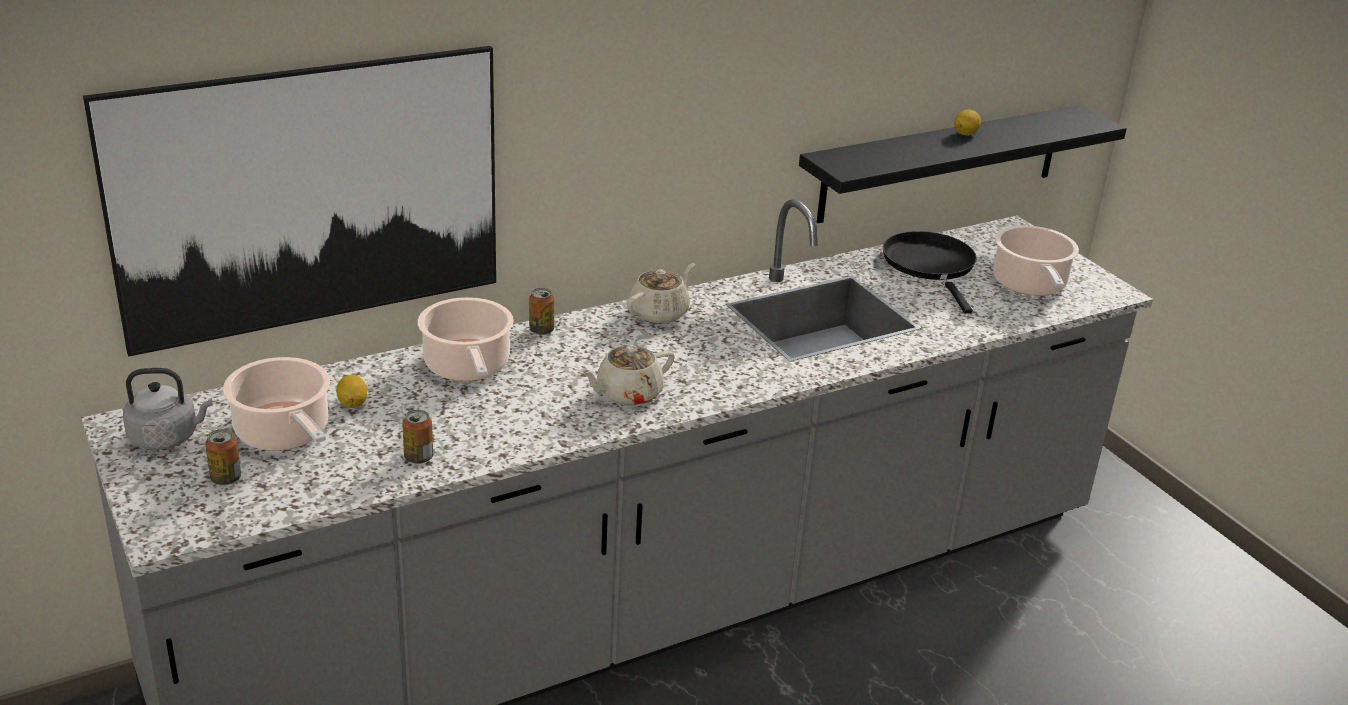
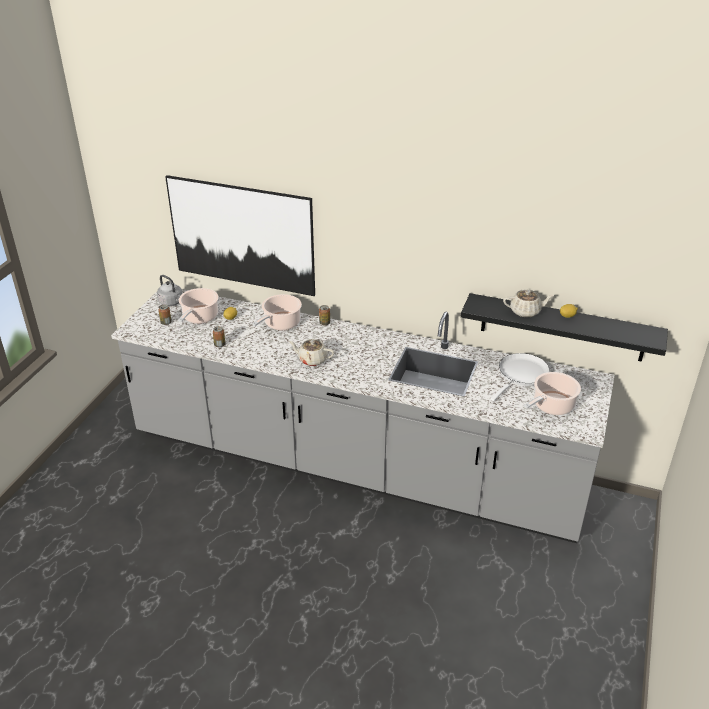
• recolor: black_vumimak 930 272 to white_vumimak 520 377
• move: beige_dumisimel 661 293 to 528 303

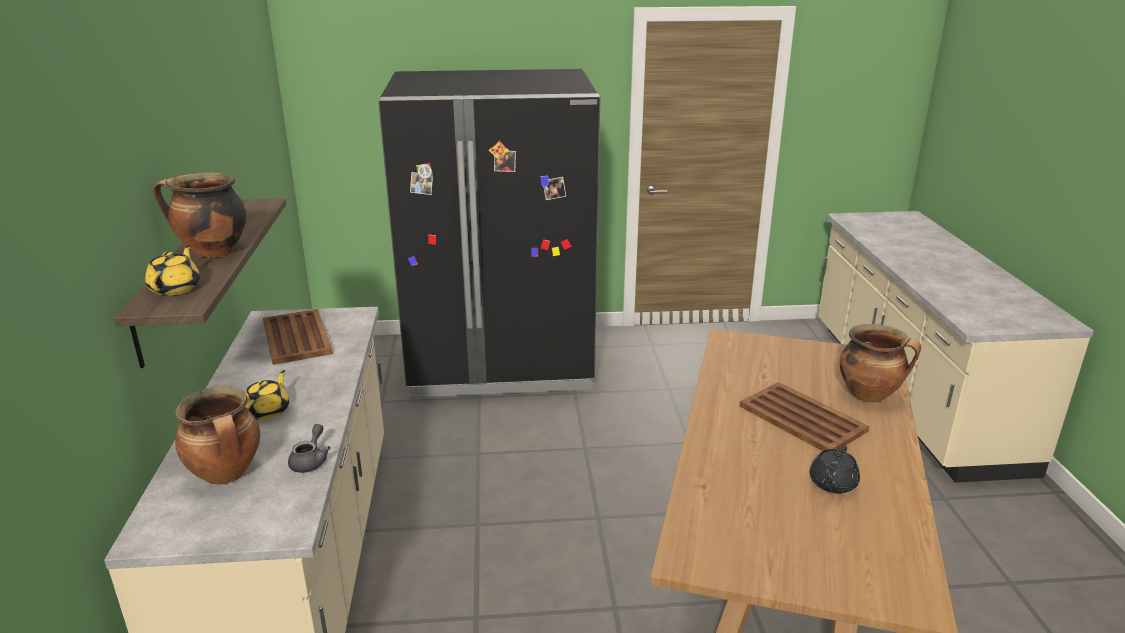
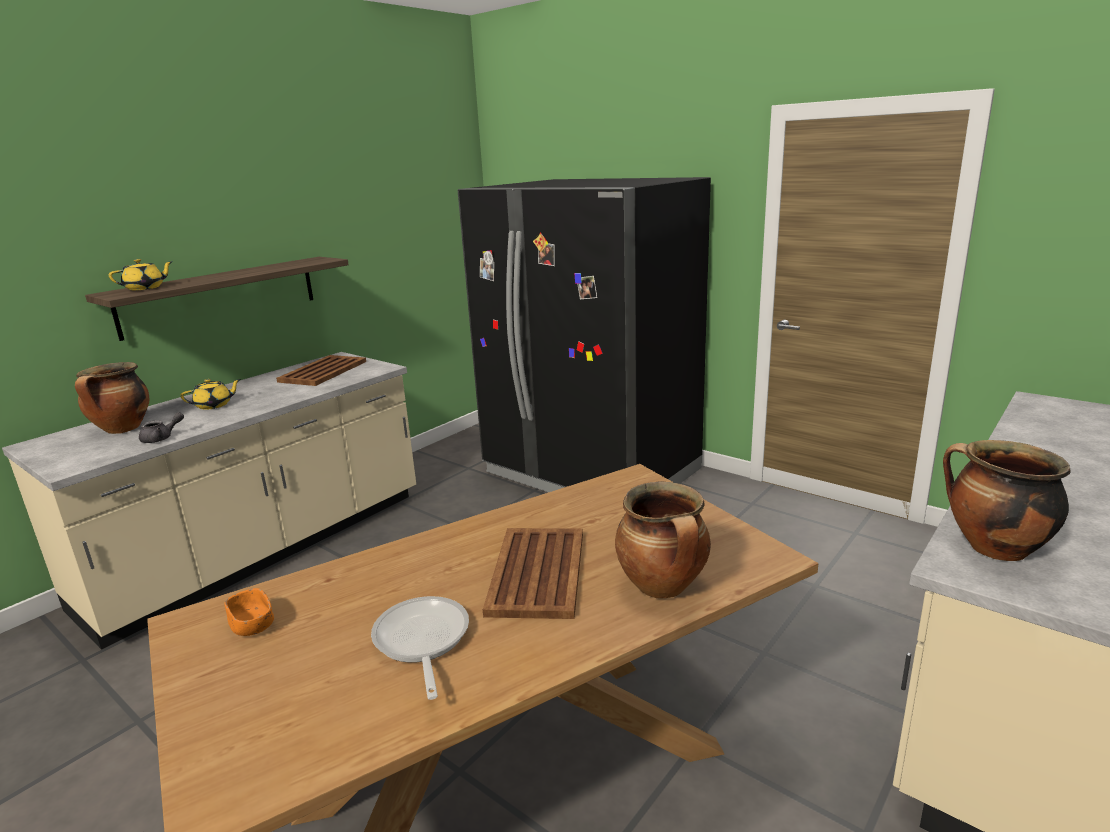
• move: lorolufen 199 215 to 1007 500
• replace: black_dumisimel 835 469 to vumimak 420 648
• insert: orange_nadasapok 249 612

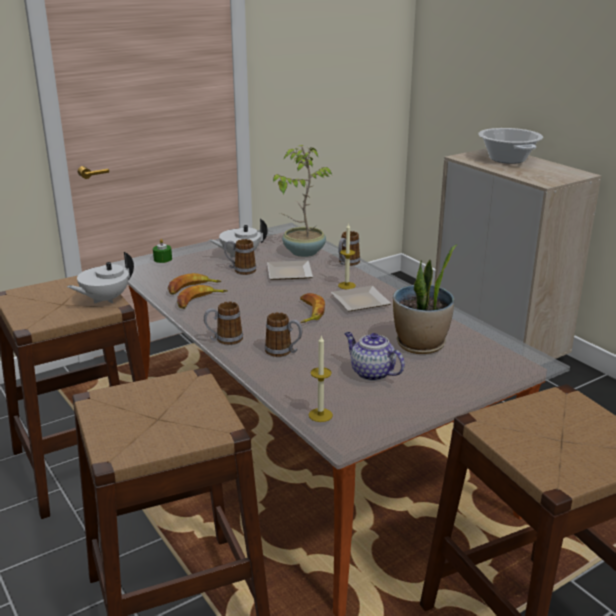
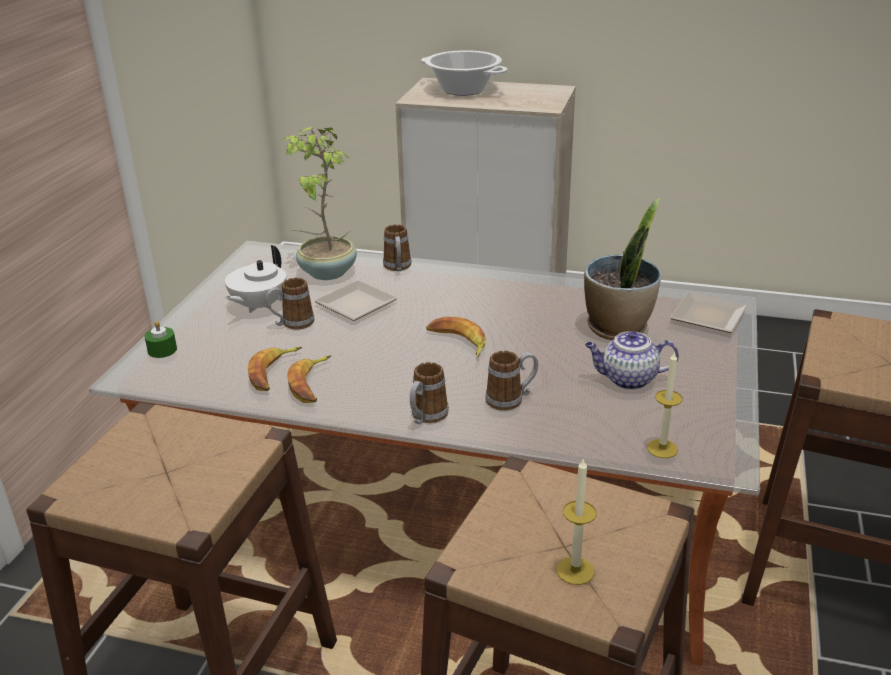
• move: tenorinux 347 256 to 577 521
• delete: white_dumisimel 100 278
• move: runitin 361 298 to 709 312

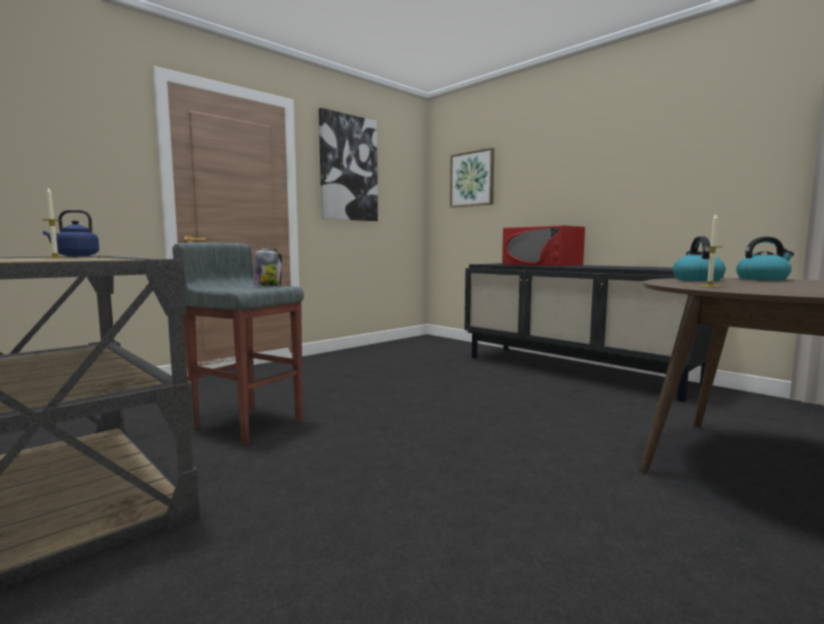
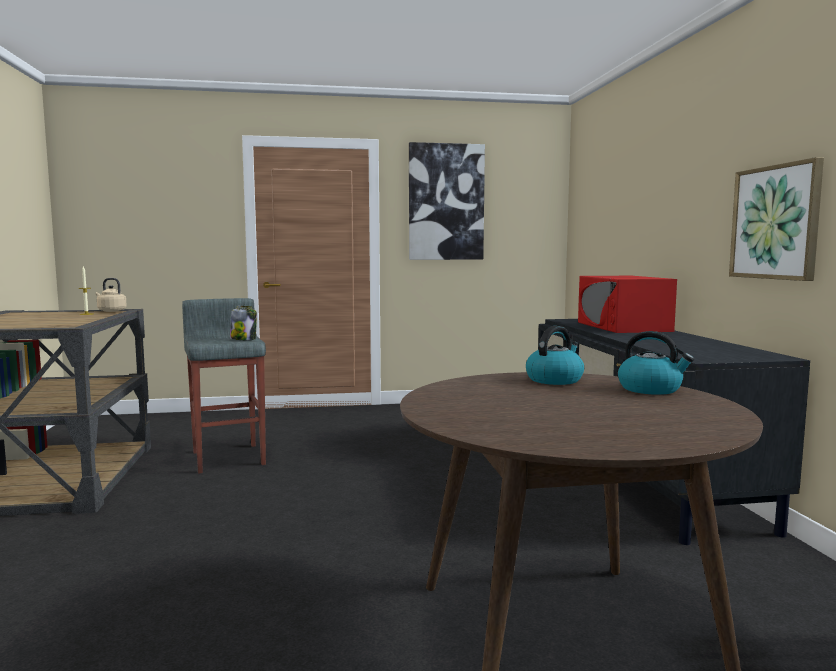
• move: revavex 472 178 to 776 219
• recolor: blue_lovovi 71 233 to beige_lovovi 111 295
• delete: tenorinux 710 250

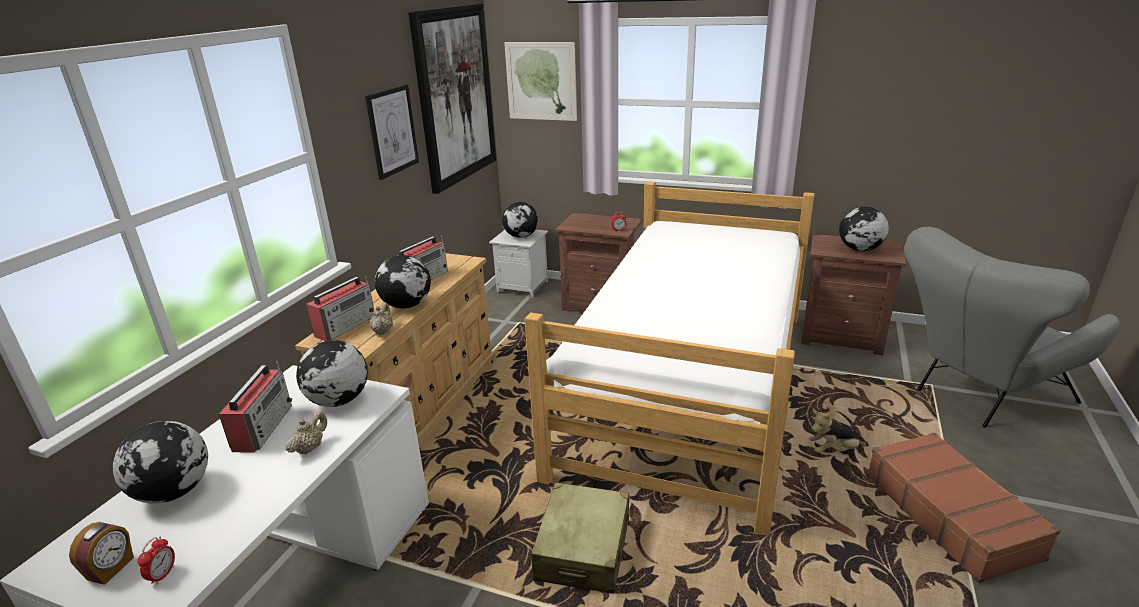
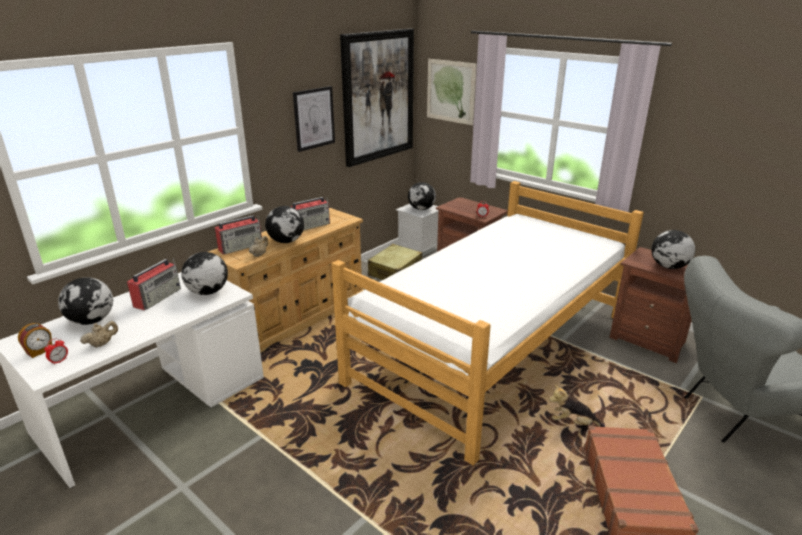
• move: beige_dumisimel 306 433 to 99 334
• move: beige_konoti 580 538 to 395 262

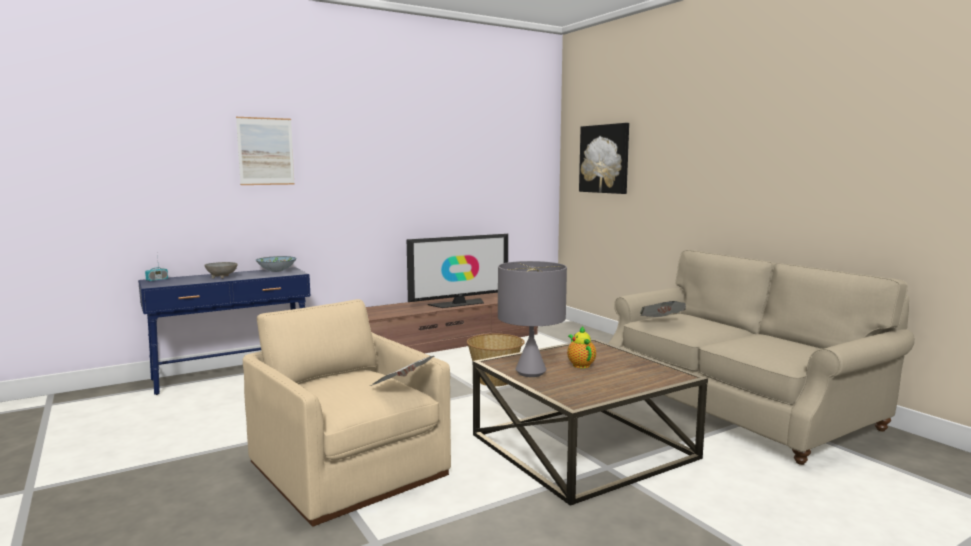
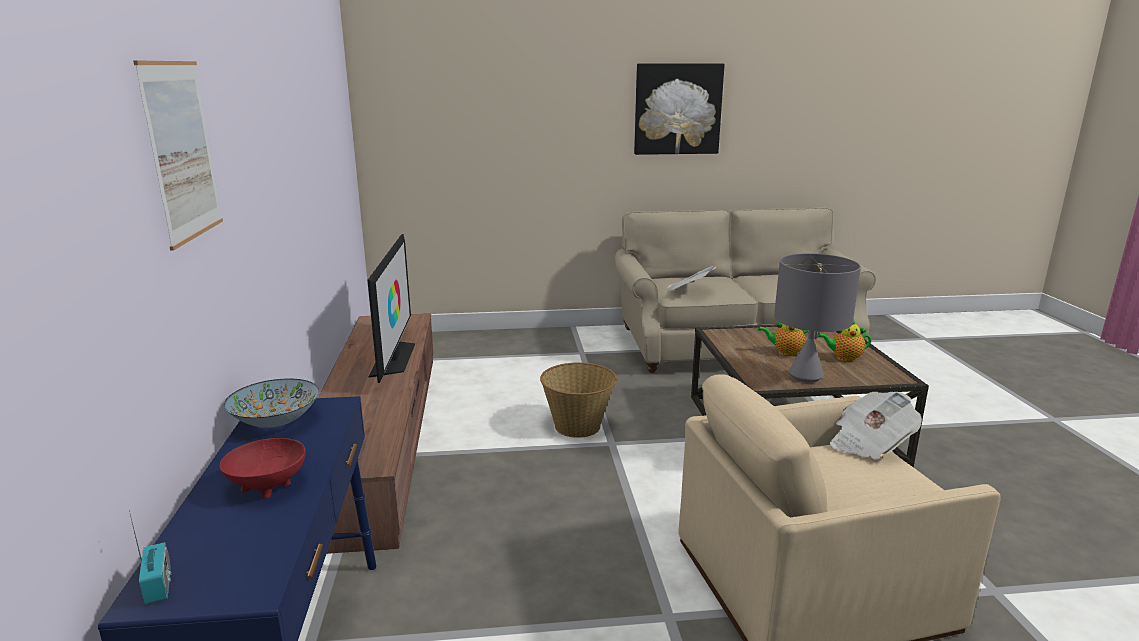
• move: revavex 604 158 to 679 109
• recolor: grey_nadasapok 221 270 to red_nadasapok 262 468
• insert: dumisimel 844 340

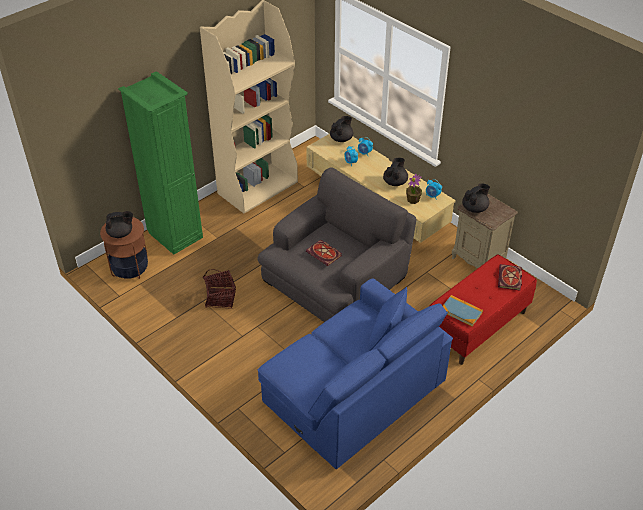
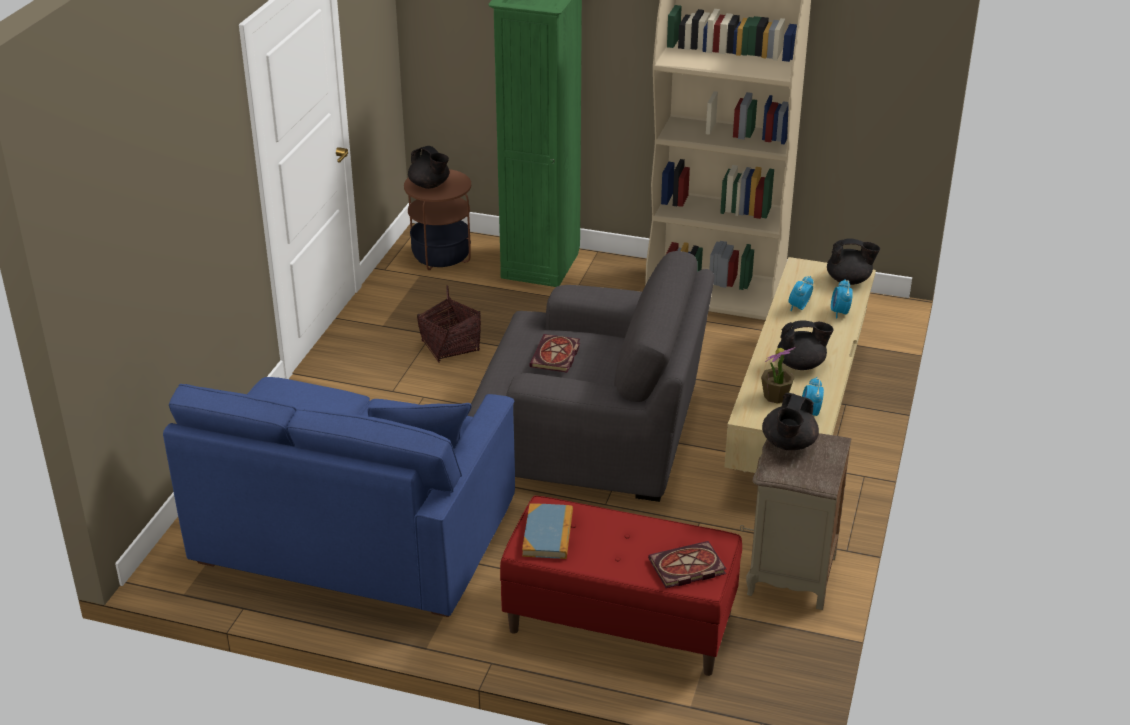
• rotate: black_dumisimel 476 198 = 790 421 90 degrees clockwise

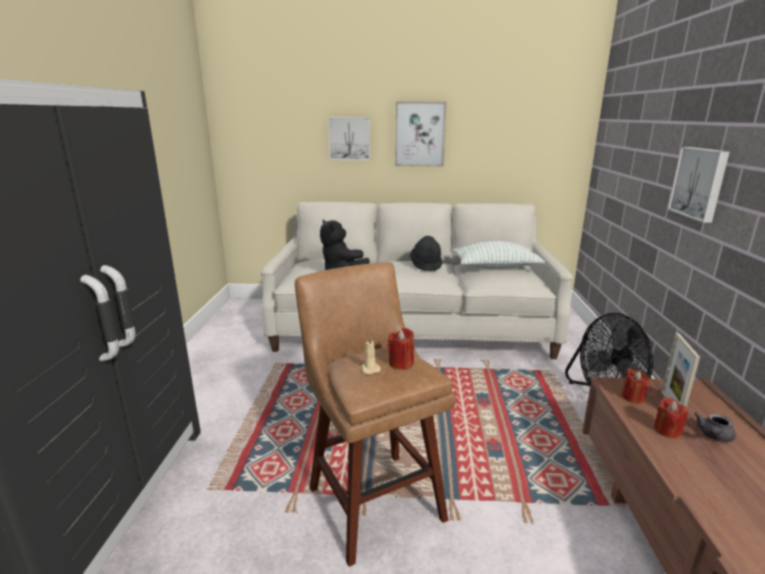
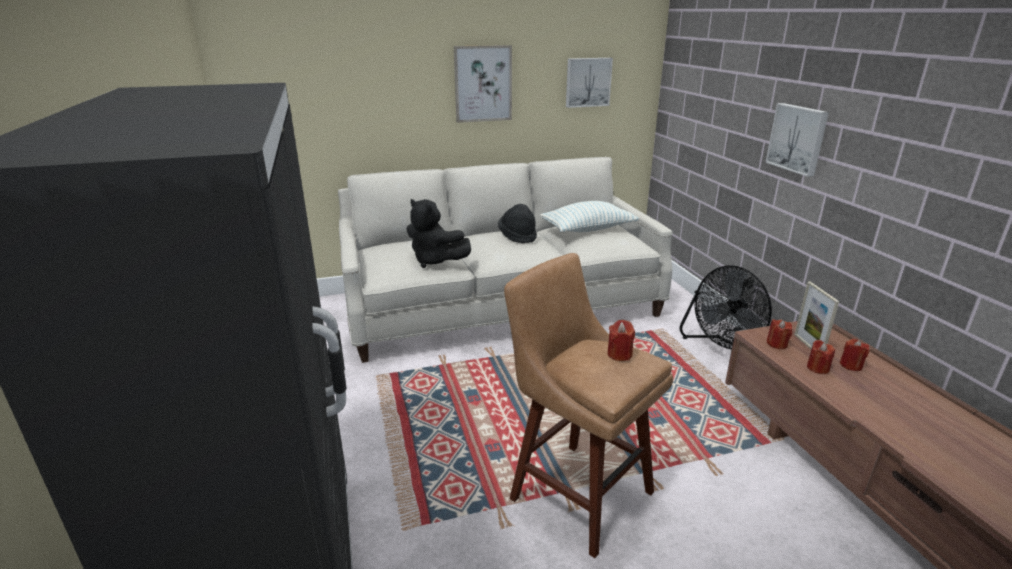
• move: revavex 349 138 to 589 83
• delete: beige_tenorinux 371 355
• replace: grey_dumisimel 715 427 to red_tenorinux 855 355

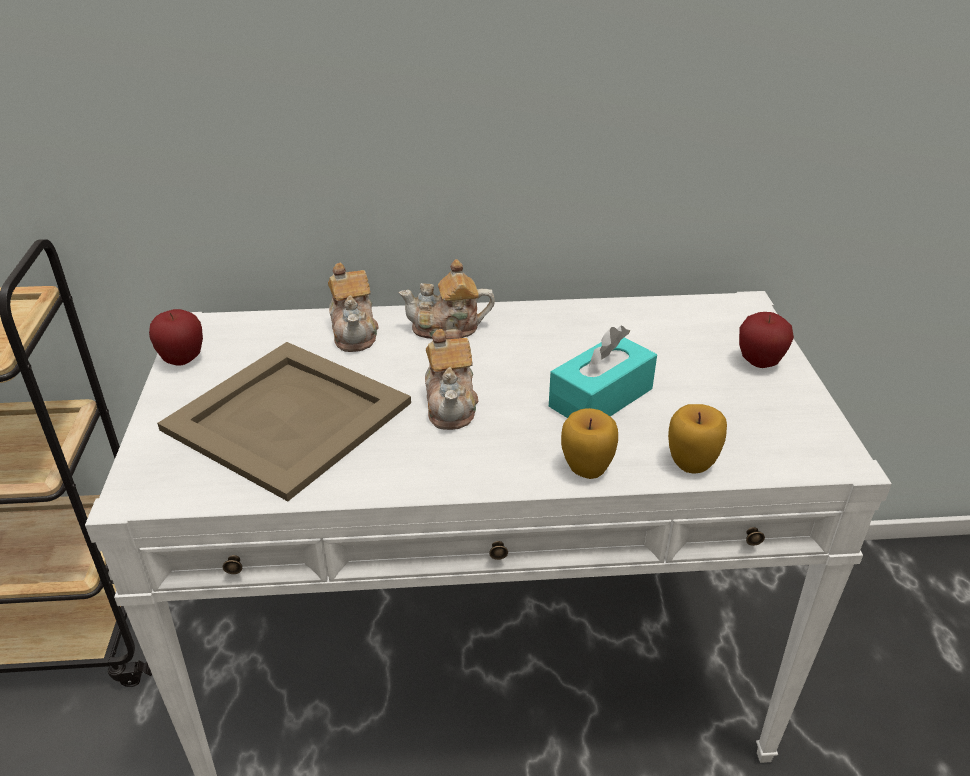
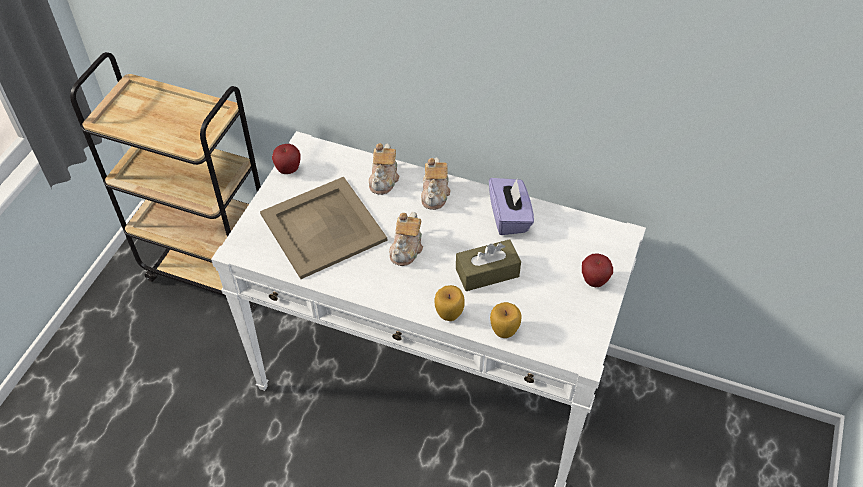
• rotate: dumisimel 447 299 = 435 184 105 degrees counterclockwise
• recolor: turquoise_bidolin 603 372 to brown_bidolin 488 265
• insert: purple_bidolin 511 206

